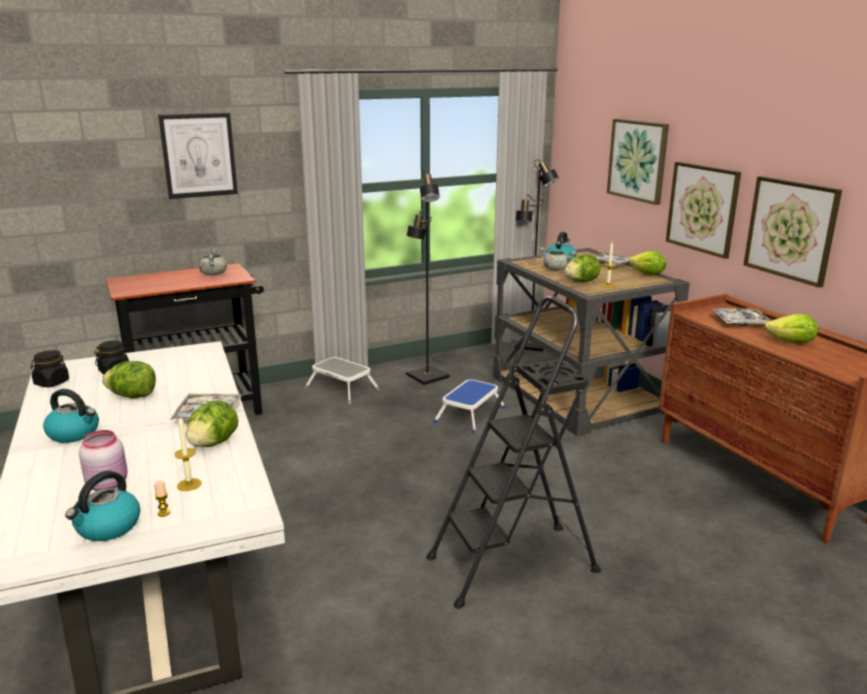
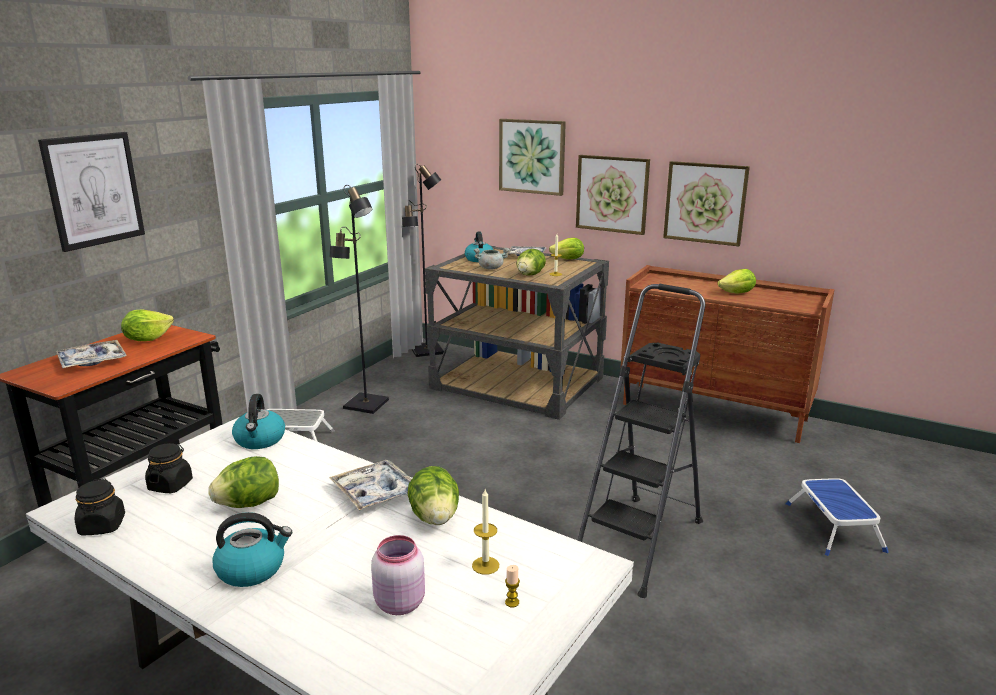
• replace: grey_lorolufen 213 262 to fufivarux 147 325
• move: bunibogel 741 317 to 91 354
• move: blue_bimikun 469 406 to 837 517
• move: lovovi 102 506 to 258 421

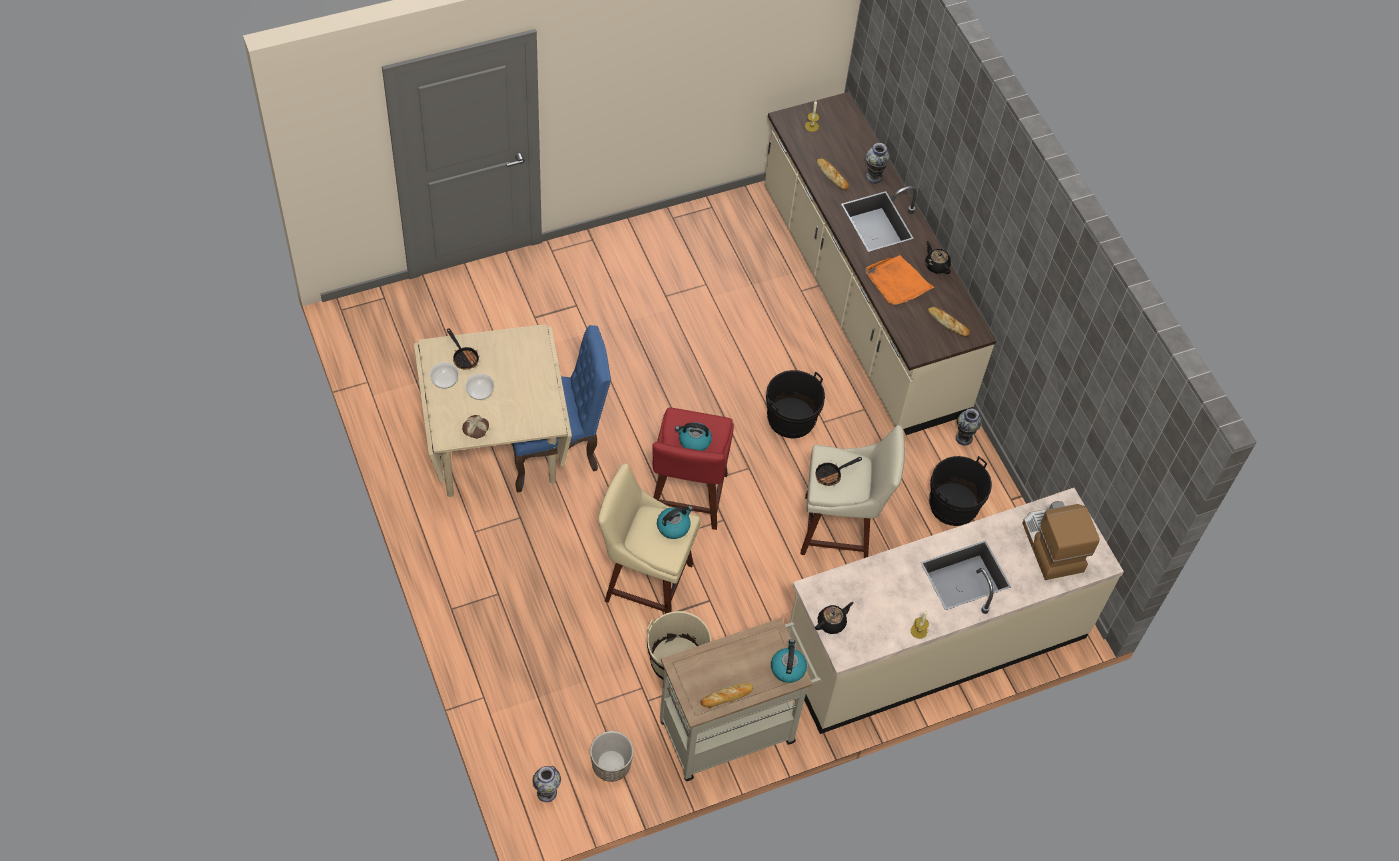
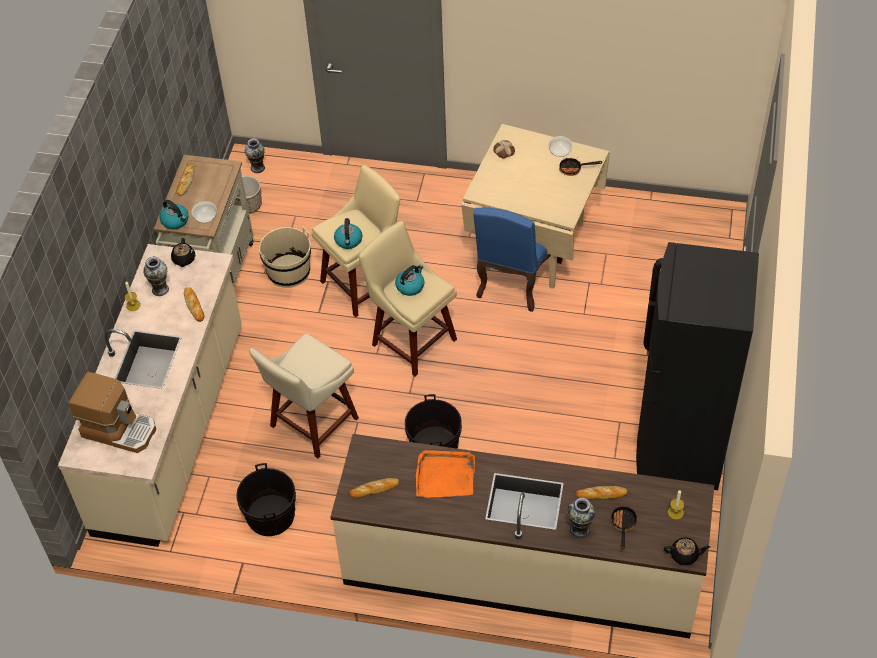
• move: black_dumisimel 938 257 to 687 551
• move: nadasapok 479 386 to 204 212
• recolor: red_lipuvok 693 469 to beige_lipuvok 408 298
• move: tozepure 969 427 to 156 276
• move: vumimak 838 471 to 623 527
• insert: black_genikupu 697 366
• insert: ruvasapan 194 304

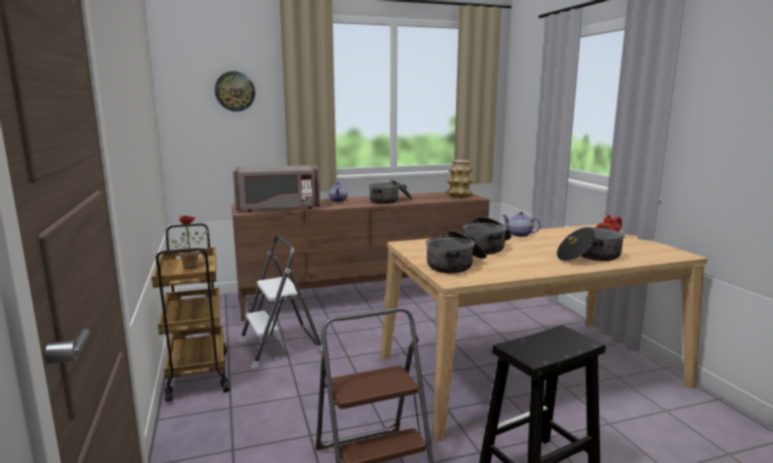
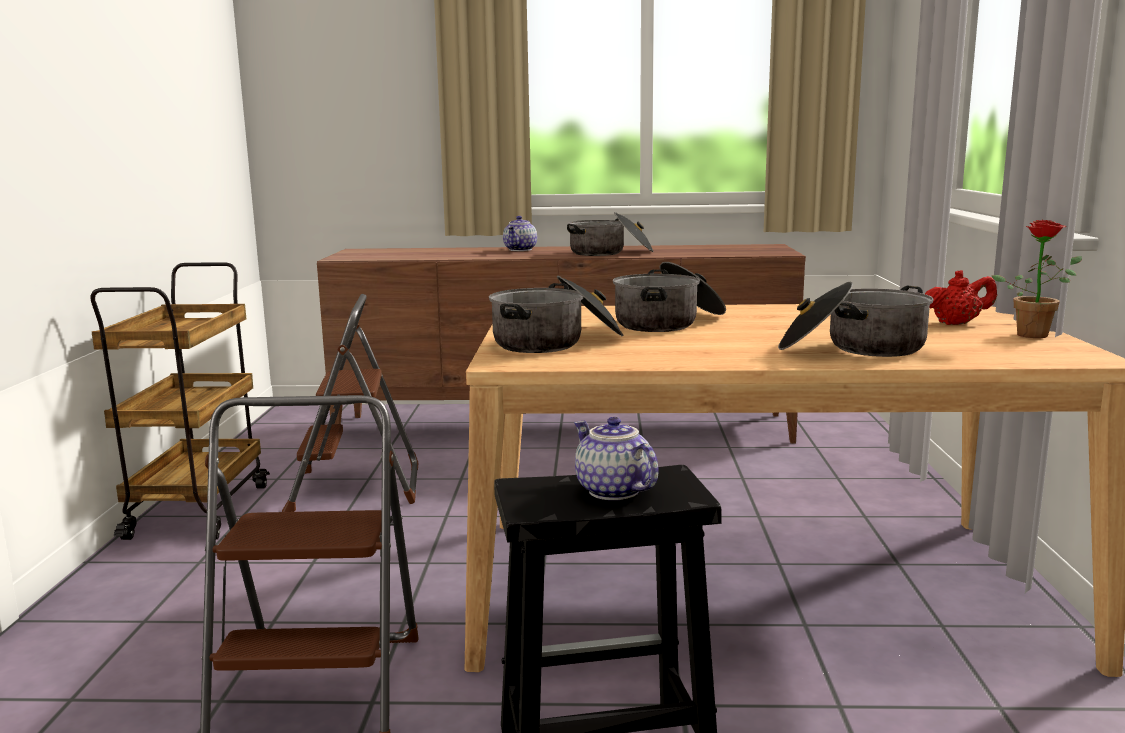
• delete: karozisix 235 91
• delete: tozepure 460 179
• delete: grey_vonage 276 188
• move: dumisimel 521 224 to 616 458
• move: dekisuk 191 242 to 1037 278
• recolor: white_bimikun 280 301 to brown_bimikun 350 403

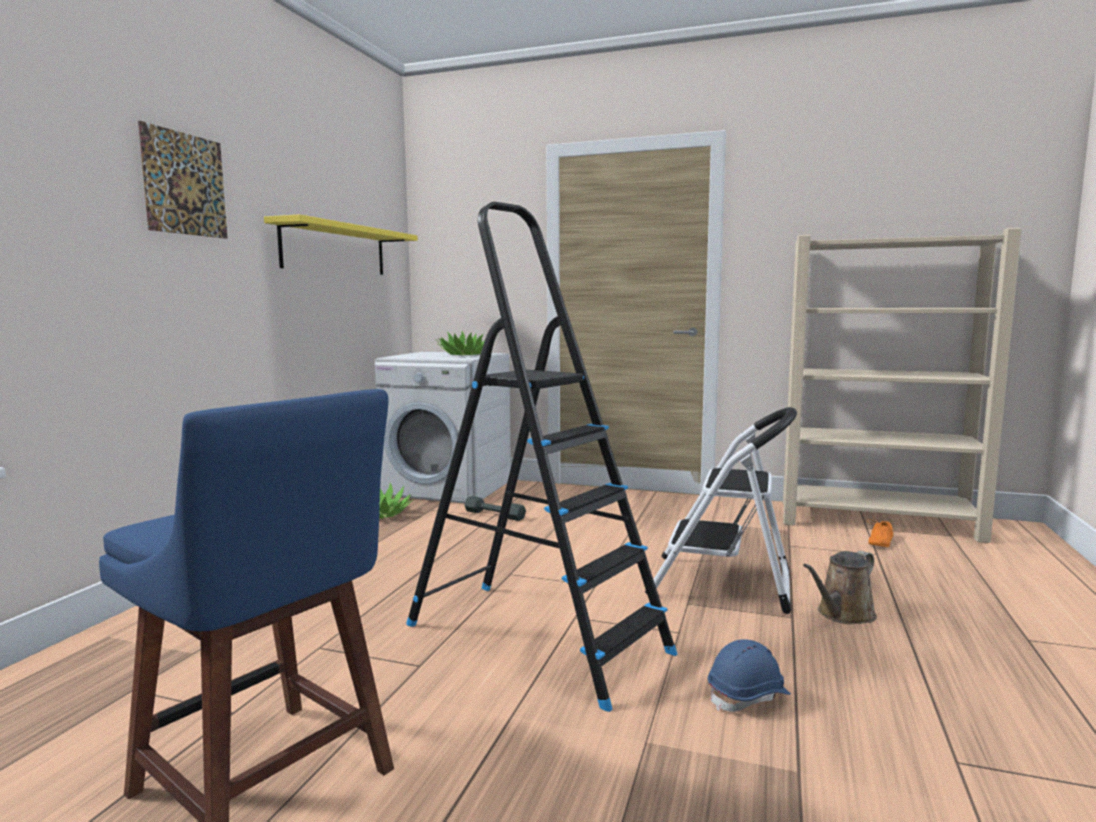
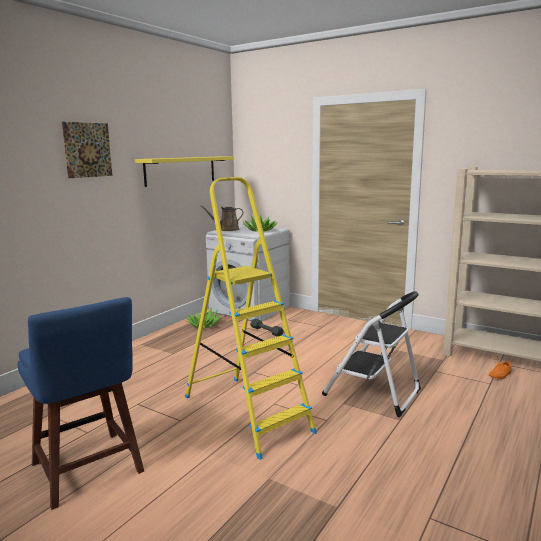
• recolor: black_bimikun 541 457 to yellow_bimikun 251 318
• move: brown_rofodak 840 587 to 222 218
• delete: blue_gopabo 749 675

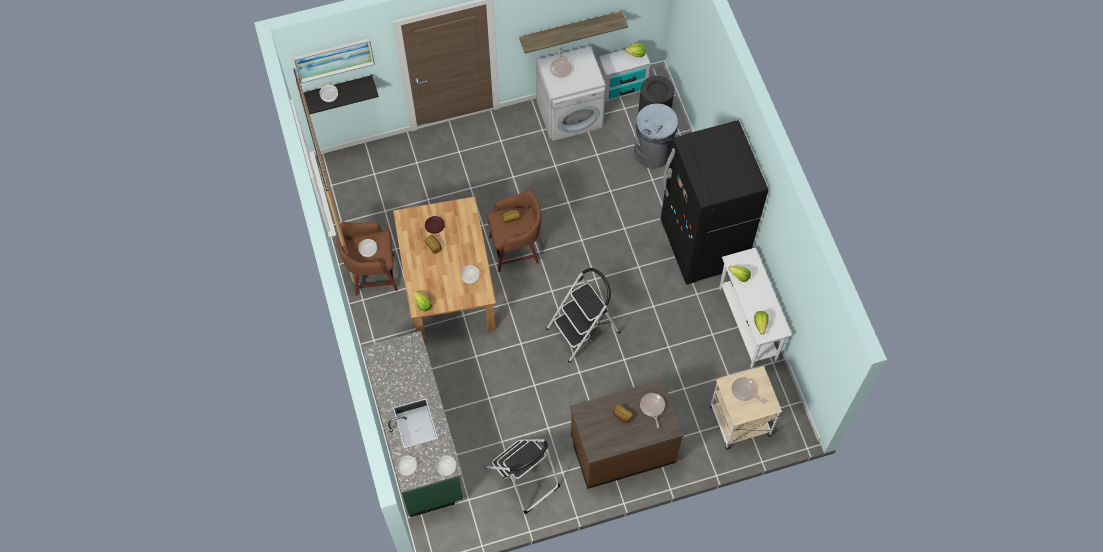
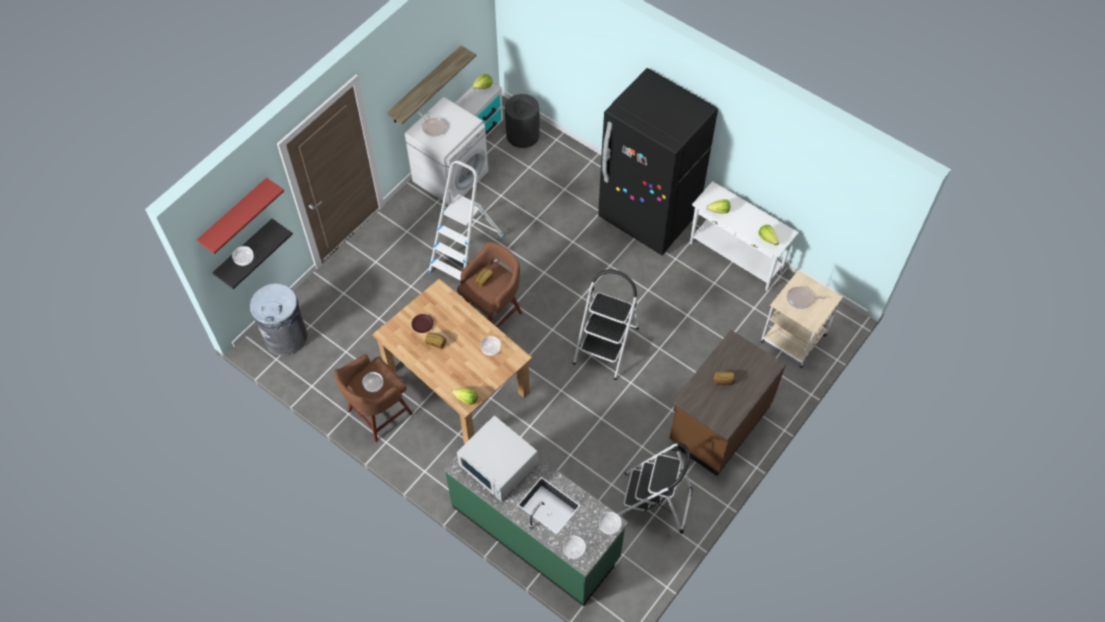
• replace: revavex 334 60 to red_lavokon 240 216
• move: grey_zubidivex 656 136 to 278 319
• delete: vumimak 652 410
• insert: white_bimikun 466 220
• insert: white_vonage 497 458

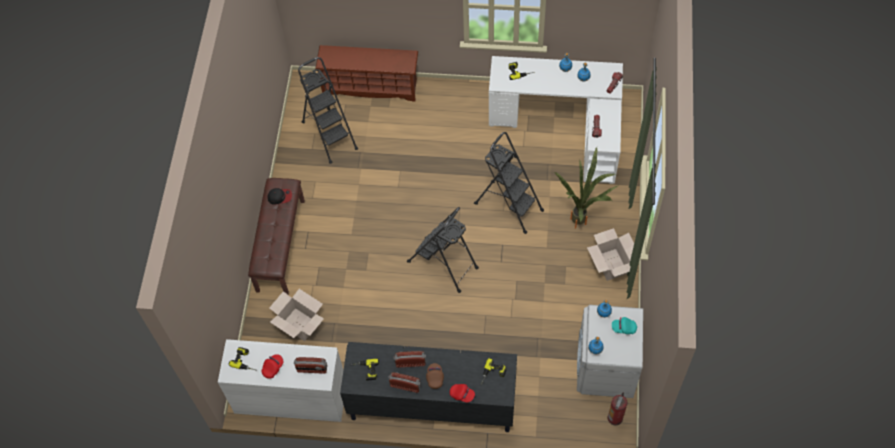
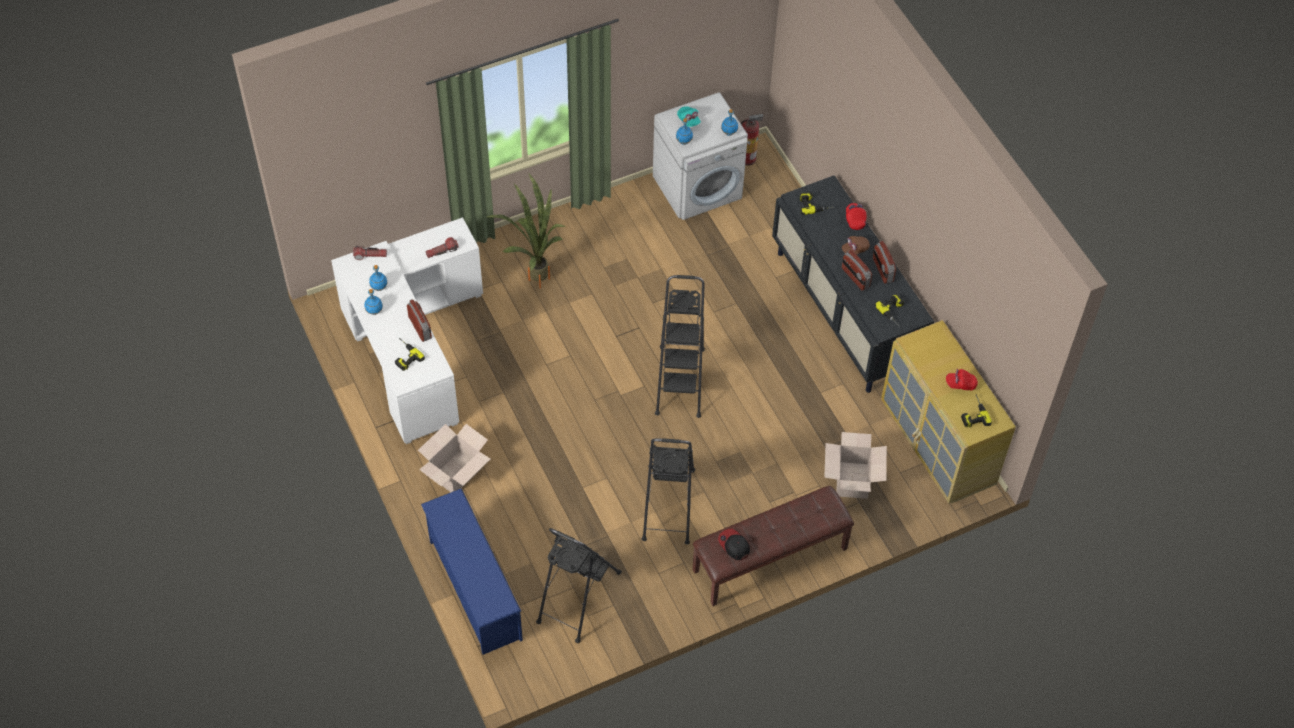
• recolor: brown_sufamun 366 73 to blue_sufamun 472 571
• move: bimikun 509 183 to 668 491
• move: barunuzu 610 254 to 454 458
• recolor: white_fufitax 281 380 to yellow_fufitax 948 412
• move: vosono 310 365 to 419 321

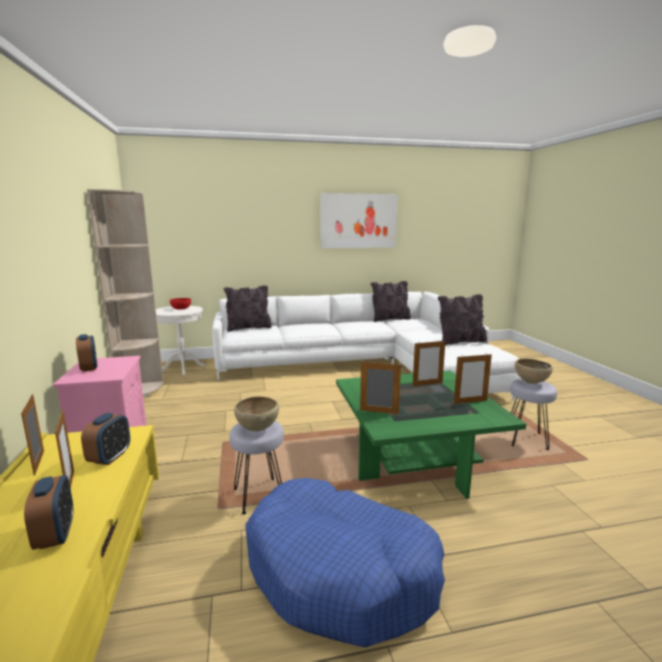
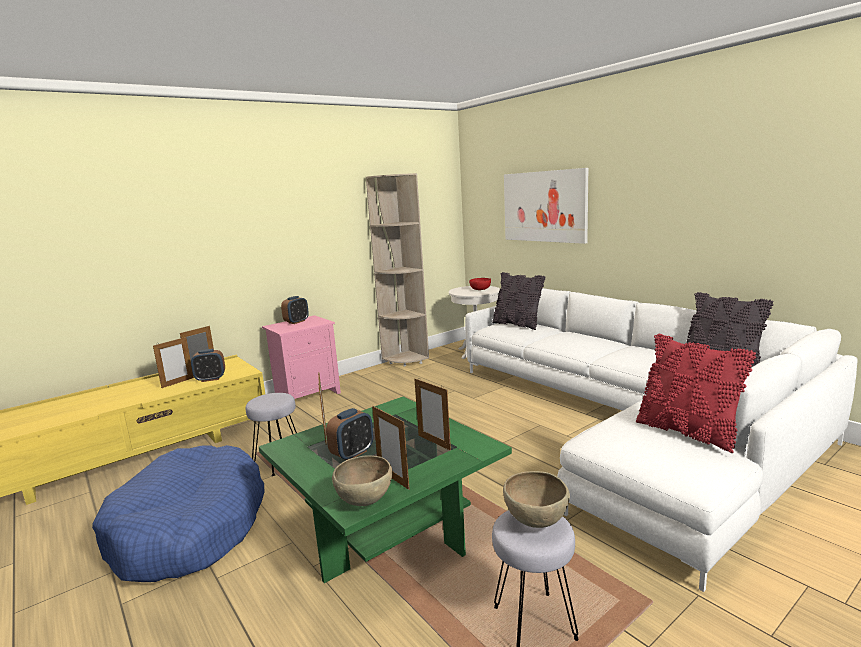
• move: revavex 359 220 to 546 206
• recolor: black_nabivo 462 319 to red_nabivo 696 393
• move: brown_nadasapok 256 413 to 362 481
• move: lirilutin 48 512 to 349 434

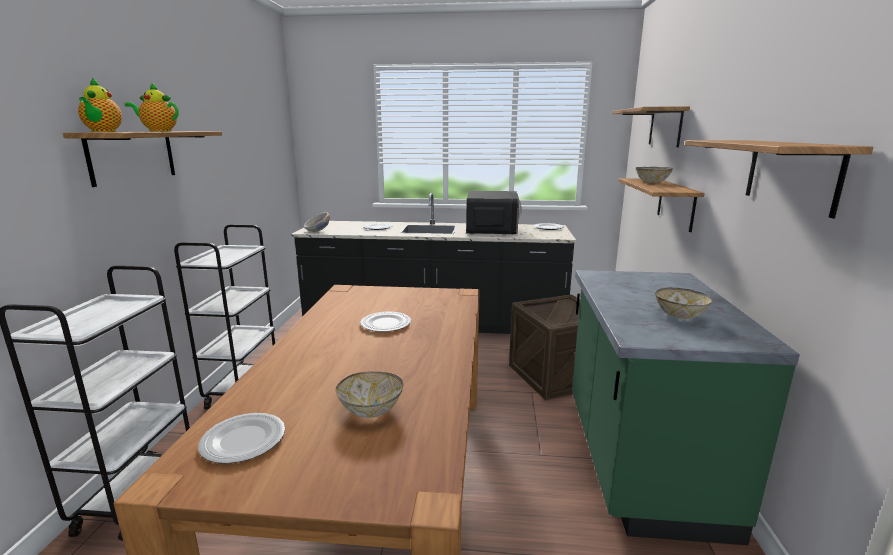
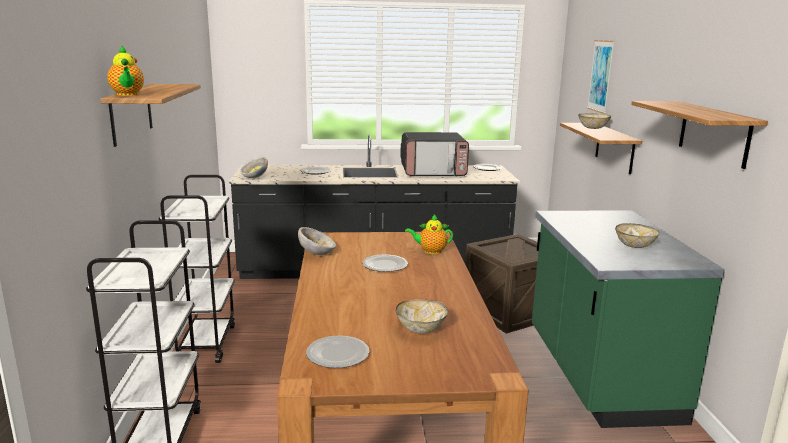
• move: dumisimel 152 107 to 429 234
• replace: lavokon 651 127 to revavex 601 77
• rotate: vonage 494 213 = 434 154 90 degrees clockwise
• insert: nadasapok 317 241

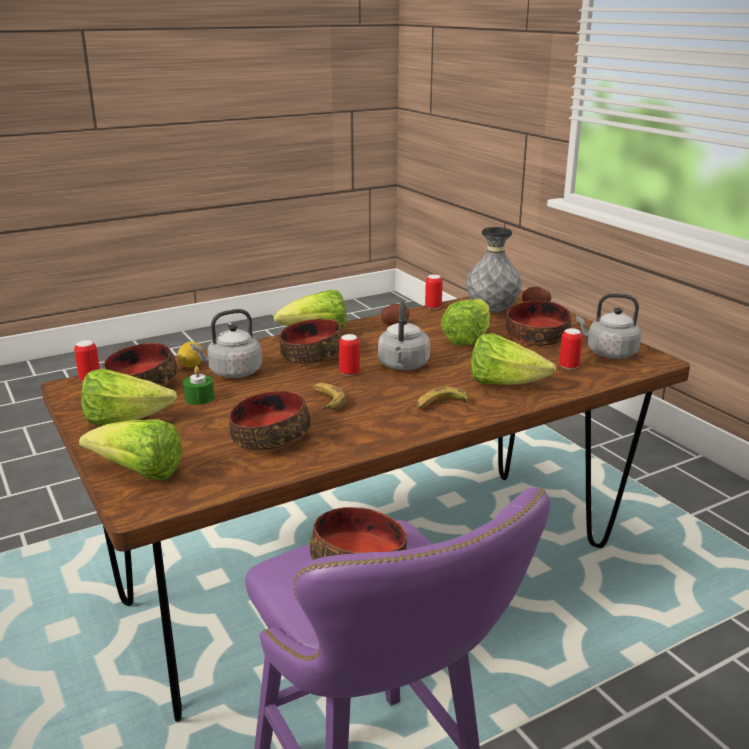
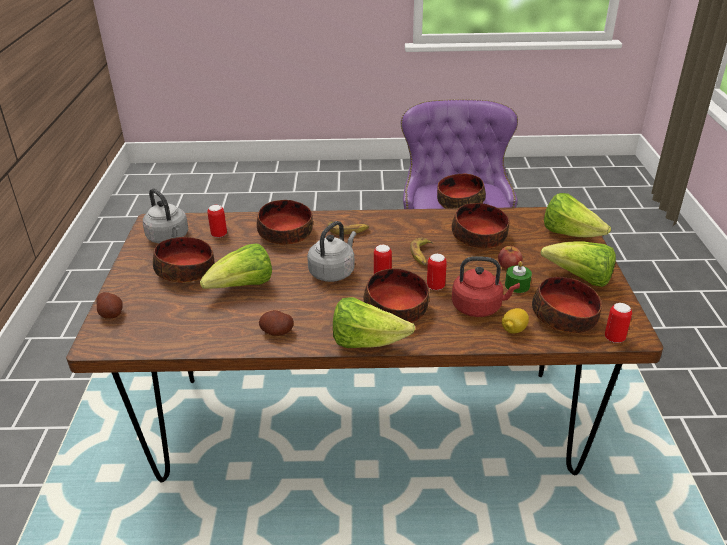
• delete: grey_tozepure 494 270
• move: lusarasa 434 291 to 437 272
• recolor: grey_lovovi 226 343 to red_lovovi 486 286
• replace: fufivarux 513 359 to nadasapok 285 222
• insert: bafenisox 510 257

